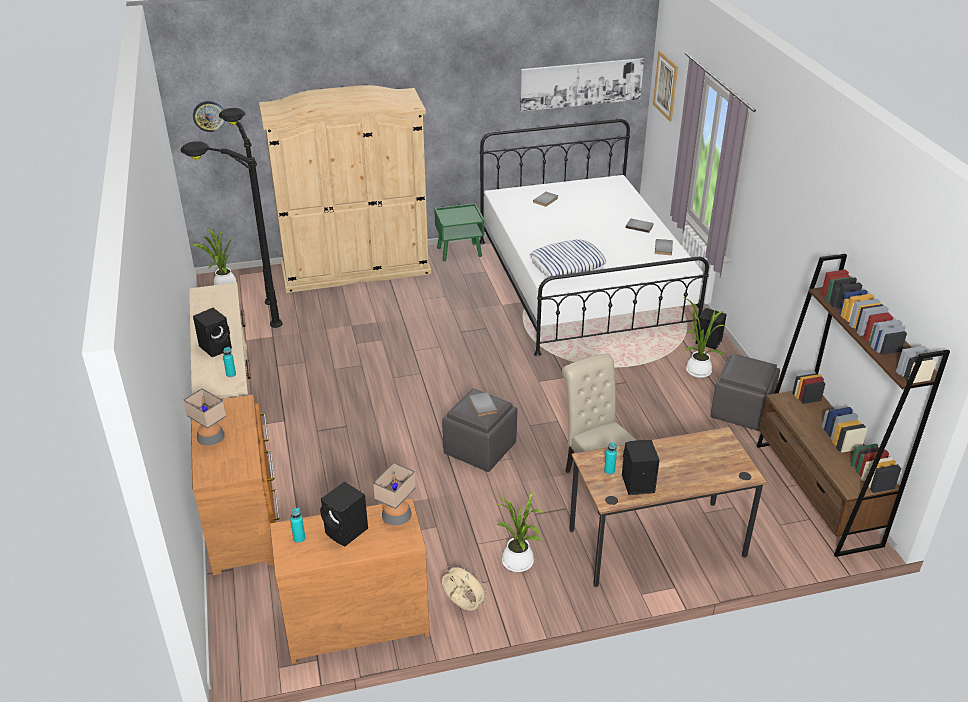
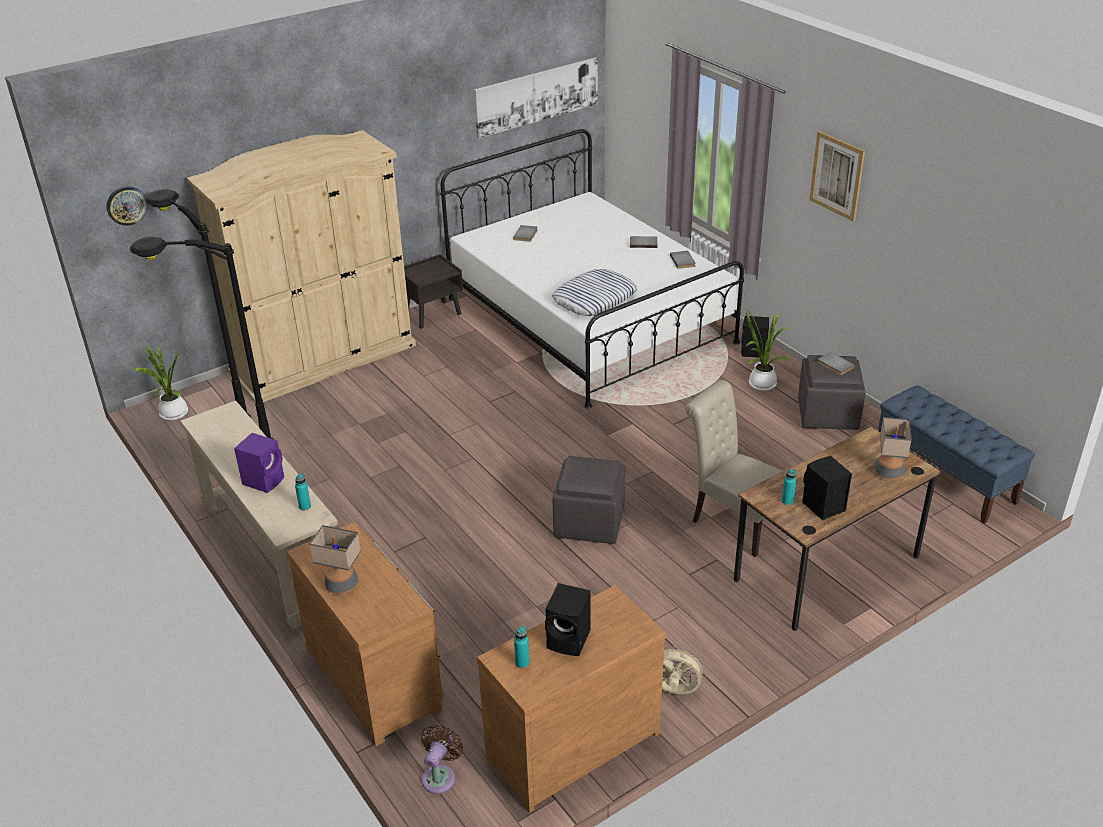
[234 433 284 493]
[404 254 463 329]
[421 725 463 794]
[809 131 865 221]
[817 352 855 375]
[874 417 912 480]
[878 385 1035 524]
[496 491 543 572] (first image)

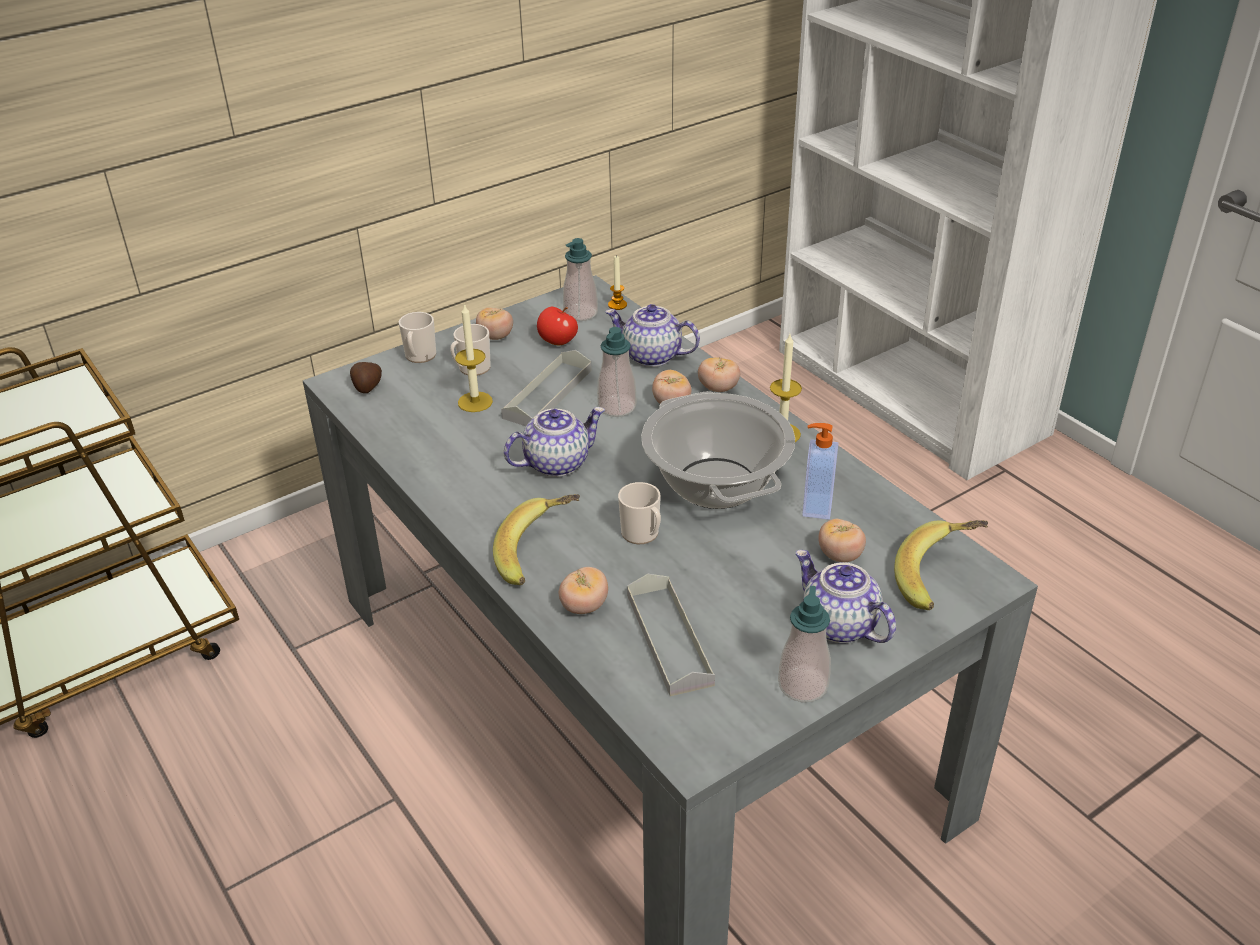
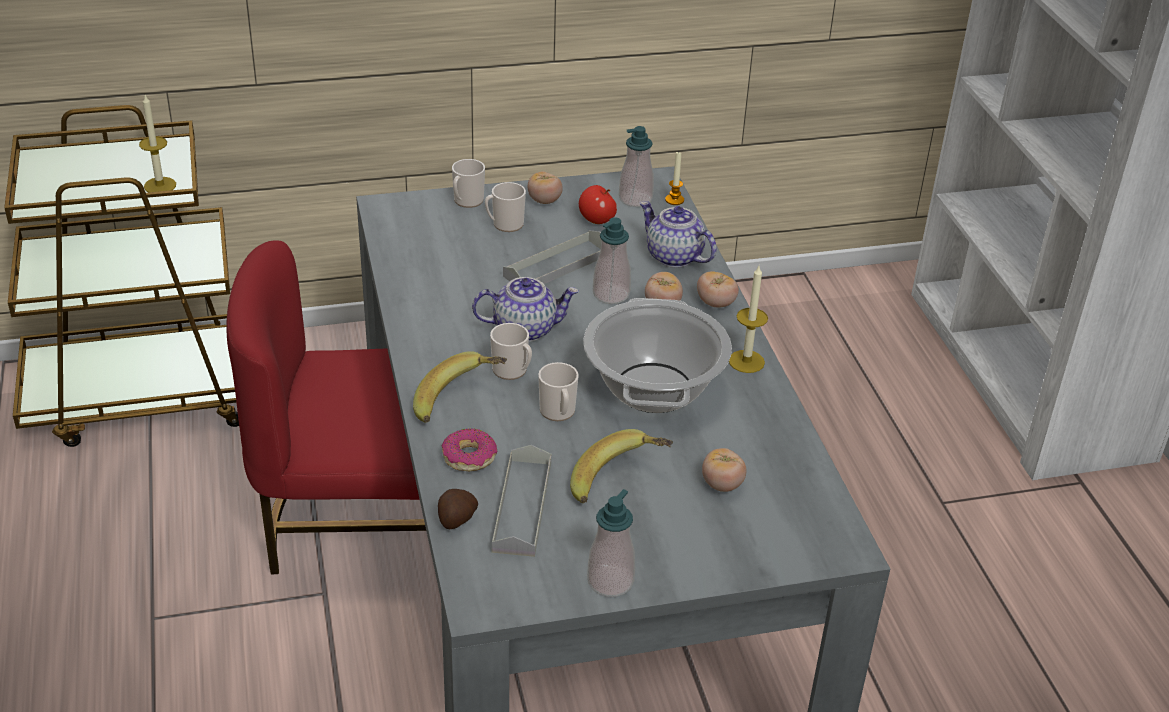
[139 95 176 192]
[226 240 426 574]
[438 489 478 529]
[442 429 497 471]
[490 323 532 380]
[570 429 673 503]
[796 550 896 643] (first image)
[802 423 838 519] (first image)

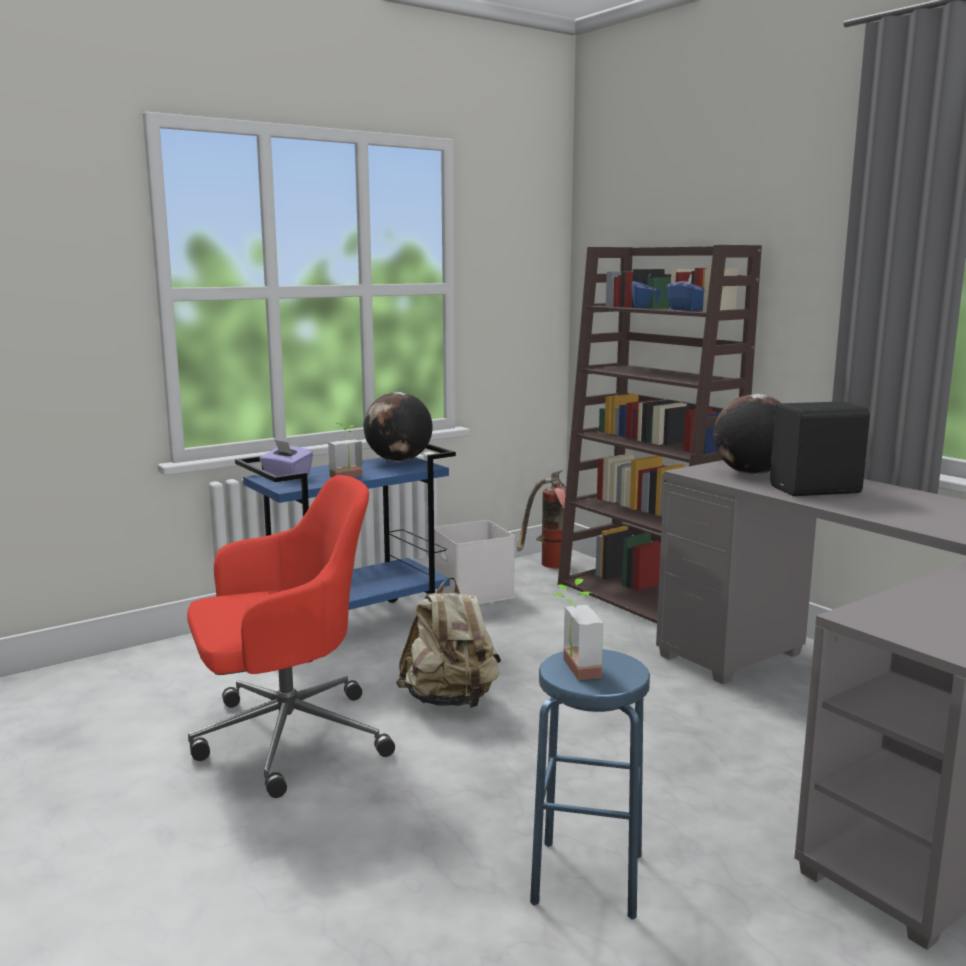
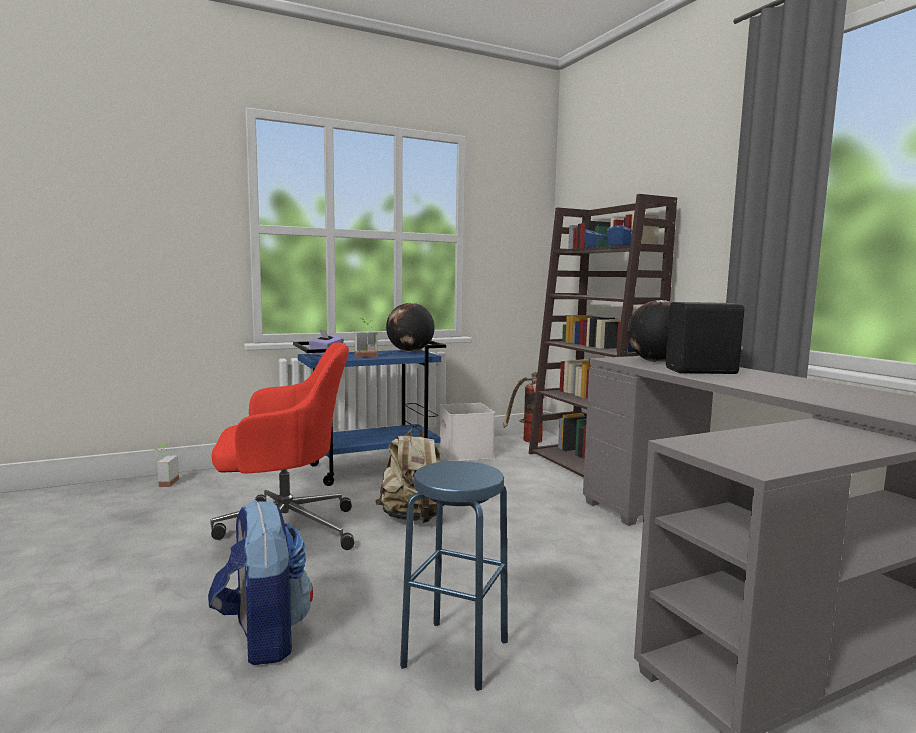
[152 443 179 487]
[208 500 313 665]

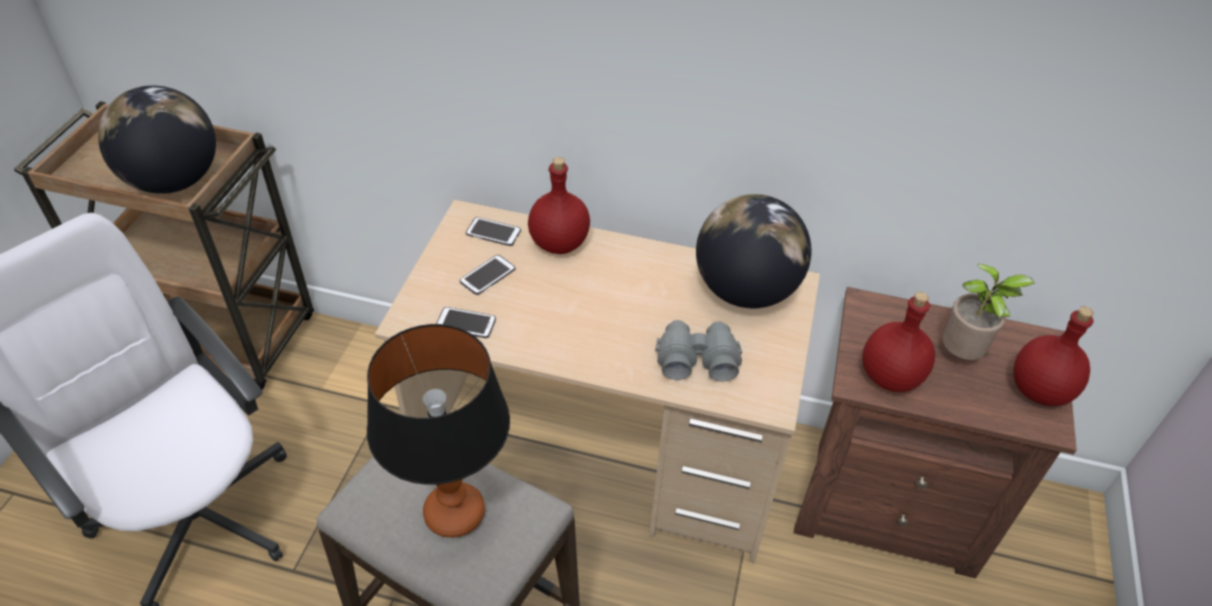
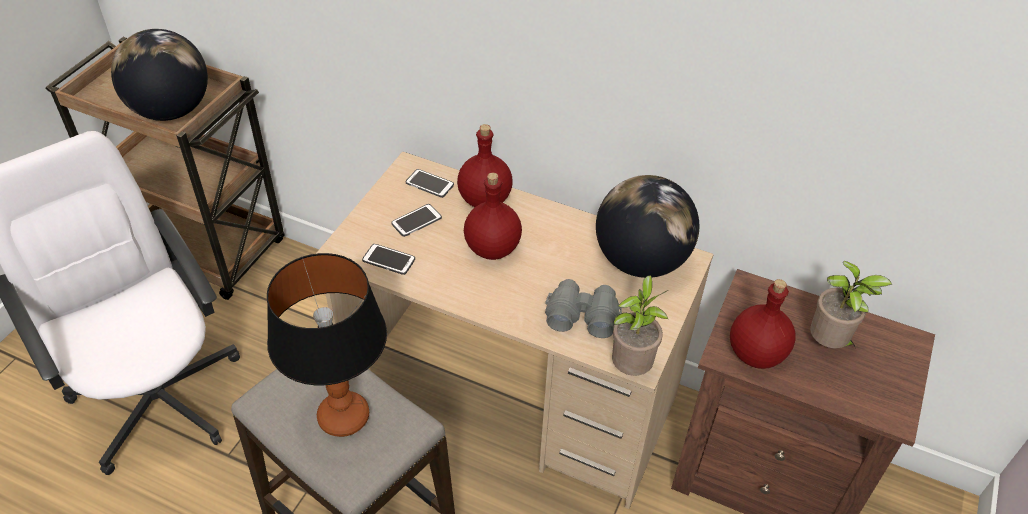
[464 172 522 260]
[612 275 669 376]

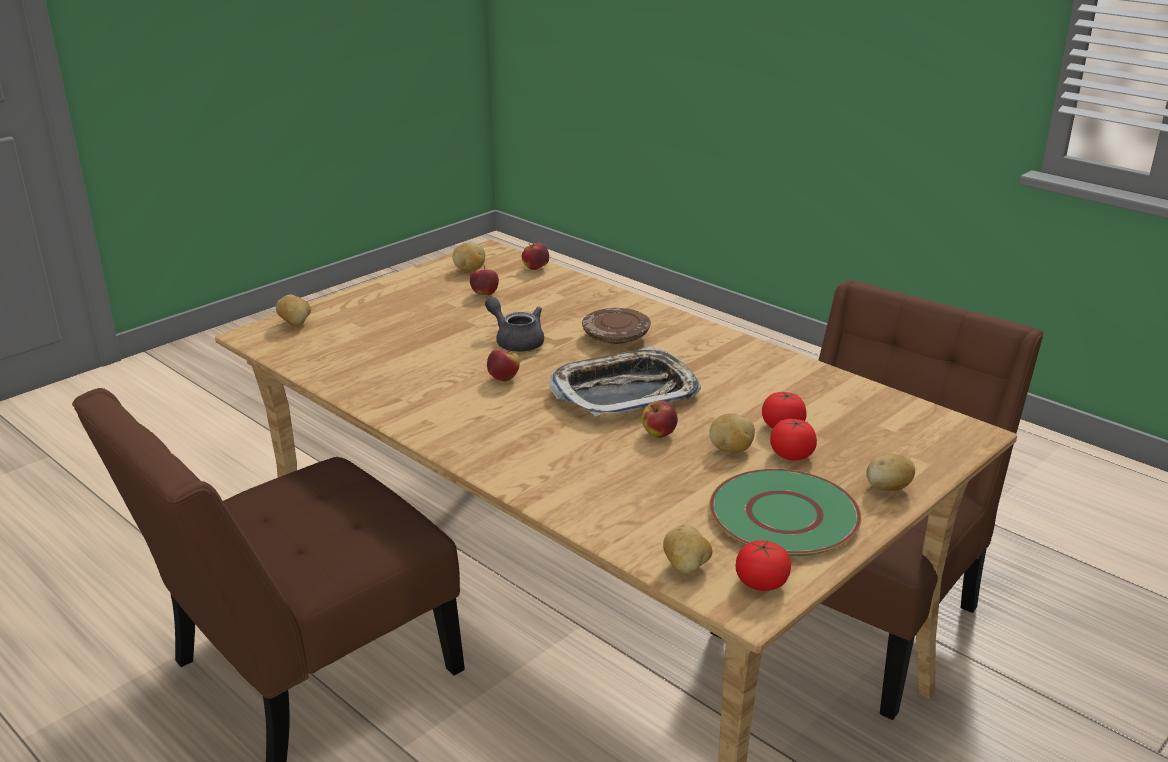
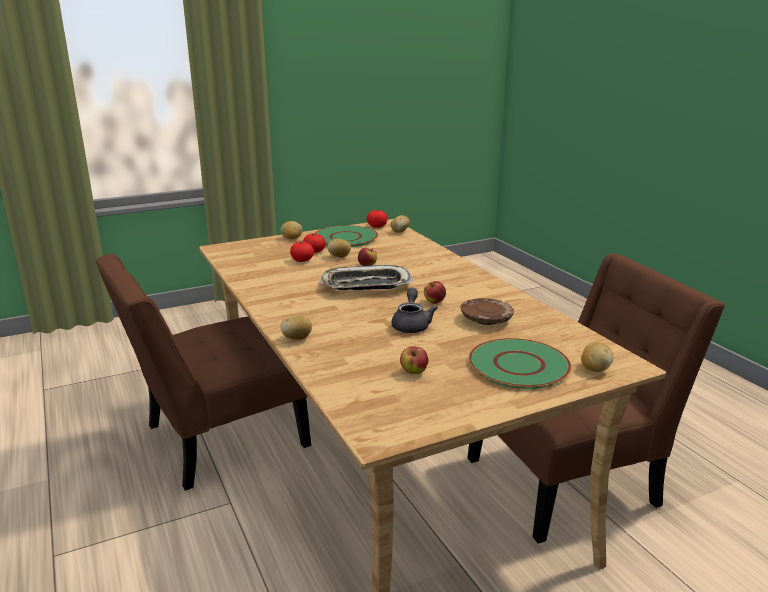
[281 315 312 340]
[392 288 438 333]
[461 298 514 325]
[469 338 571 389]
[522 243 549 270] (first image)

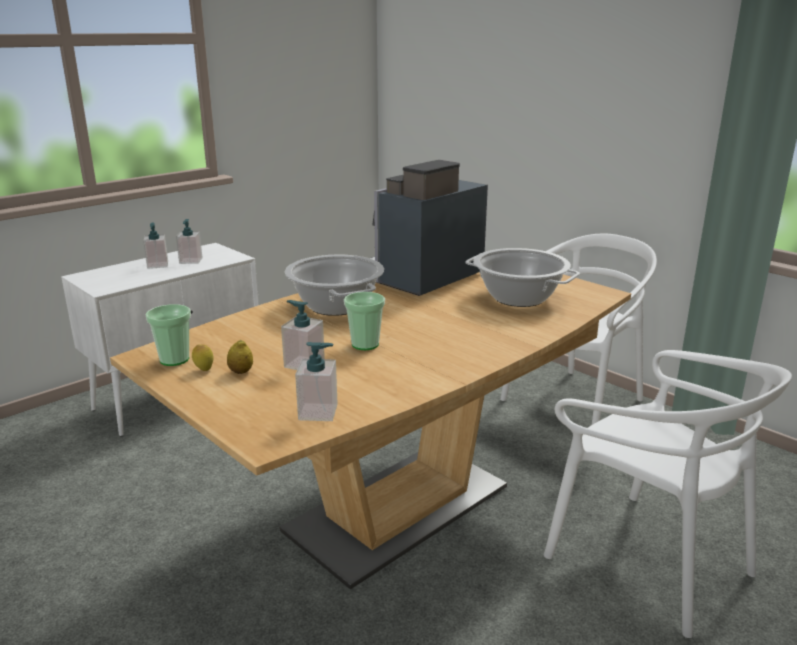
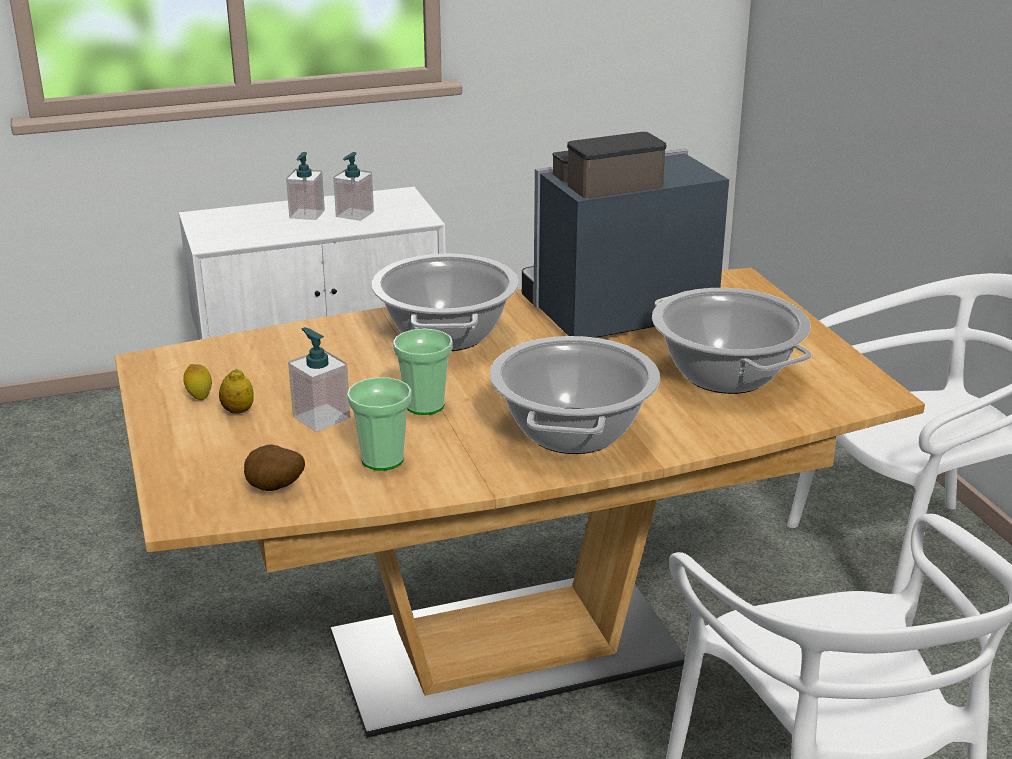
[244 444 305 491]
[347 377 411 471]
[489 336 660 454]

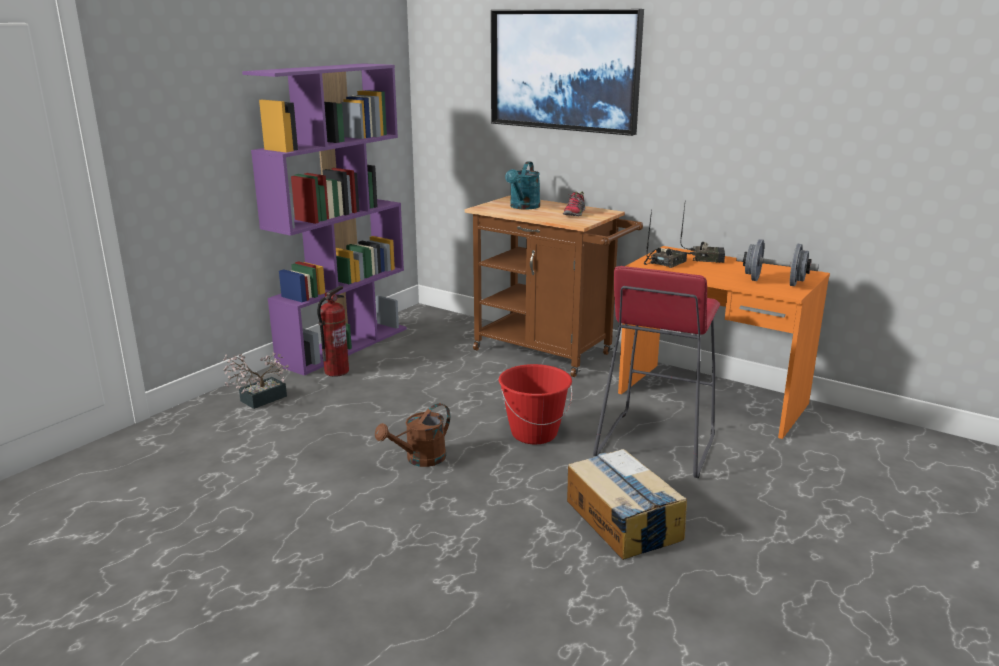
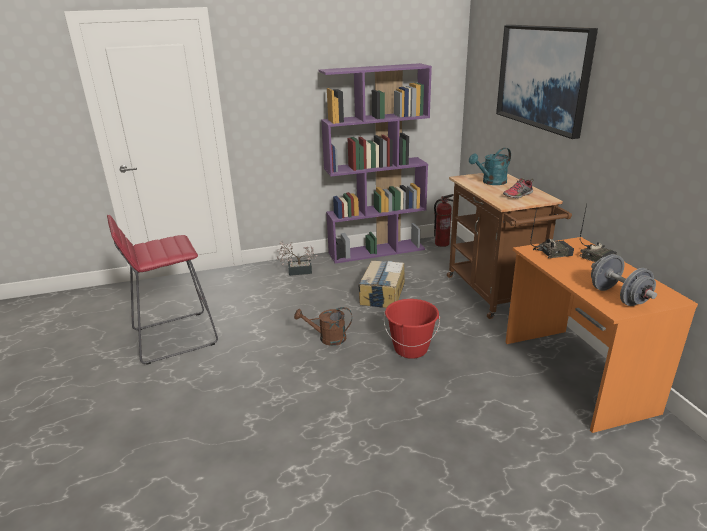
[107 215 218 365]
[358 261 405 308]
[434 194 454 247]

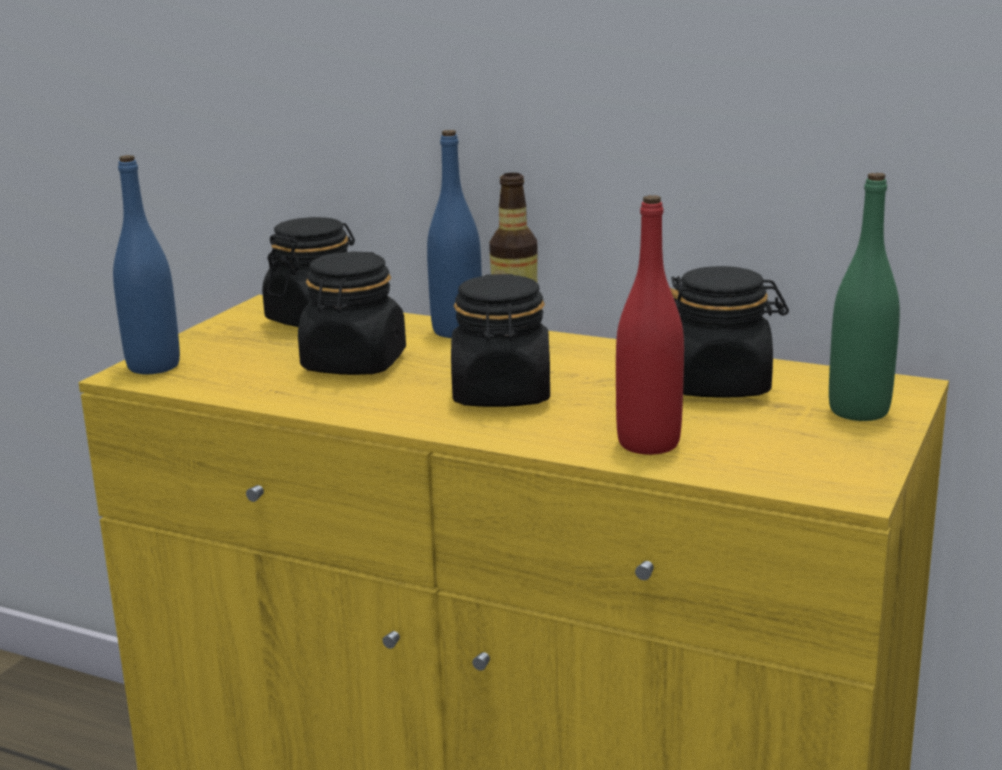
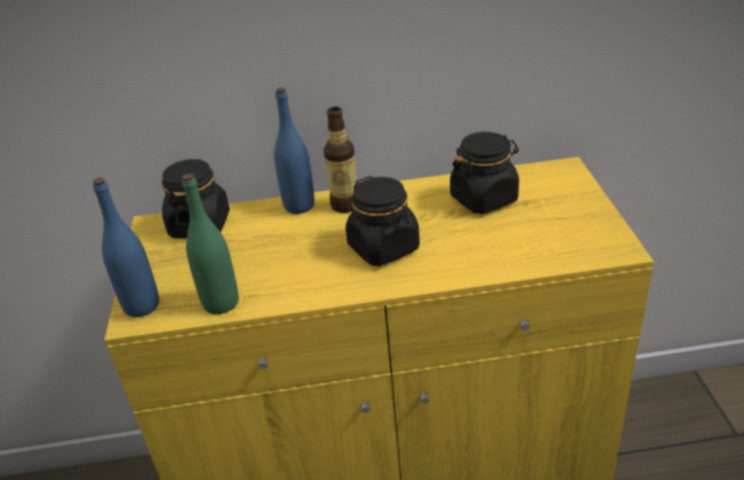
[182 173 239 314]
[298 251 406 375] (first image)
[616 195 684 455] (first image)

